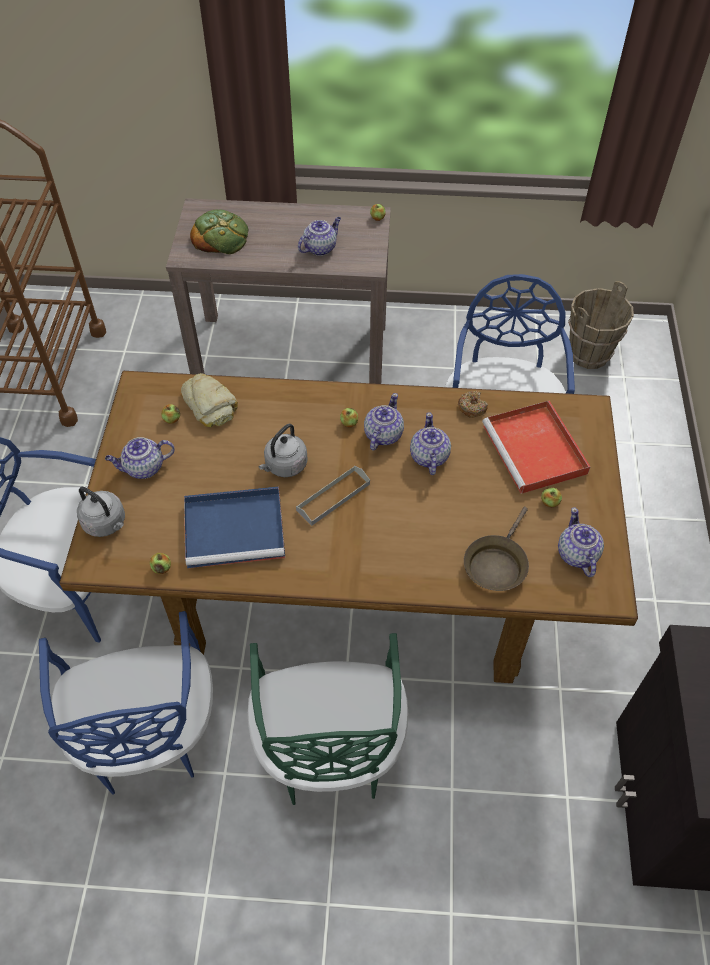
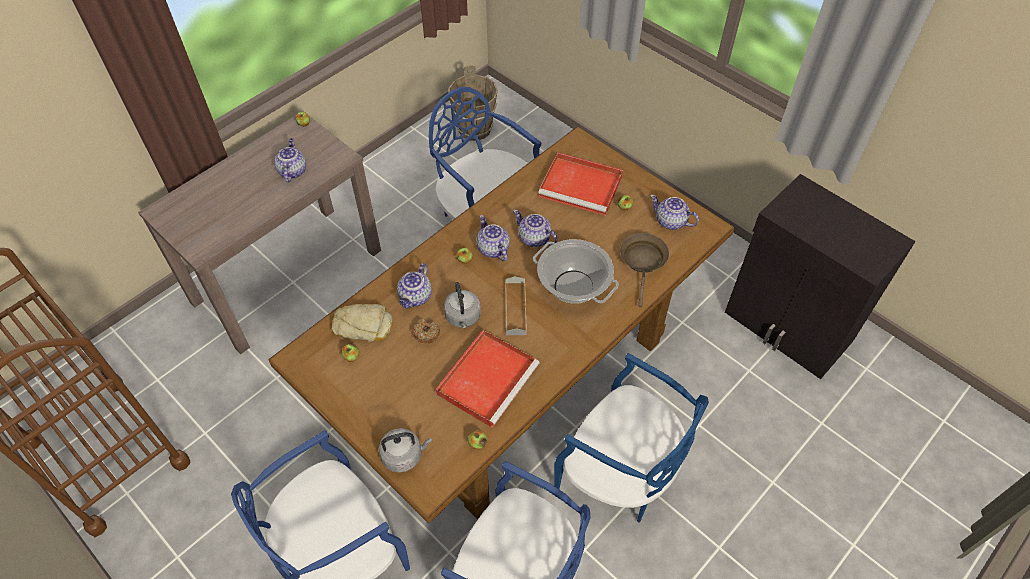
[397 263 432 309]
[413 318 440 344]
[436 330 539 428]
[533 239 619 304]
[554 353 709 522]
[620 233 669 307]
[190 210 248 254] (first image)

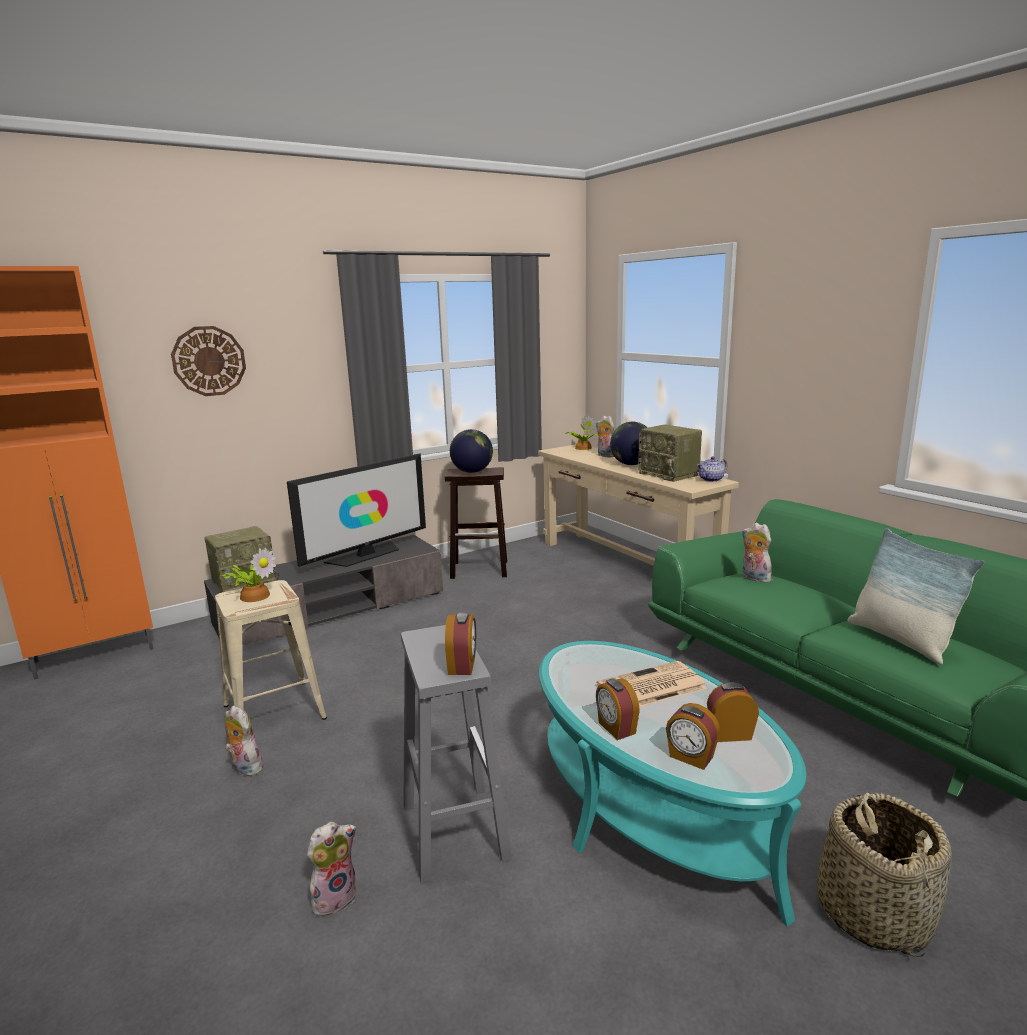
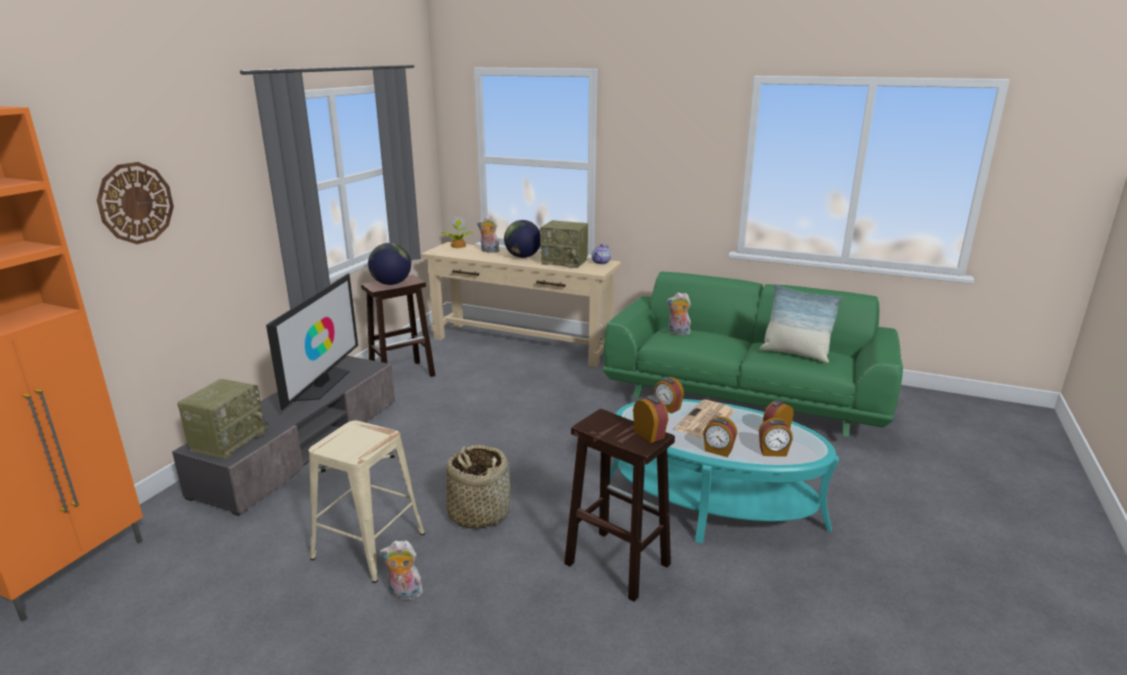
[446 445 510 529]
[564 409 675 602]
[654 377 684 413]
[220 548 277 602] (first image)
[307 822 357 917] (first image)

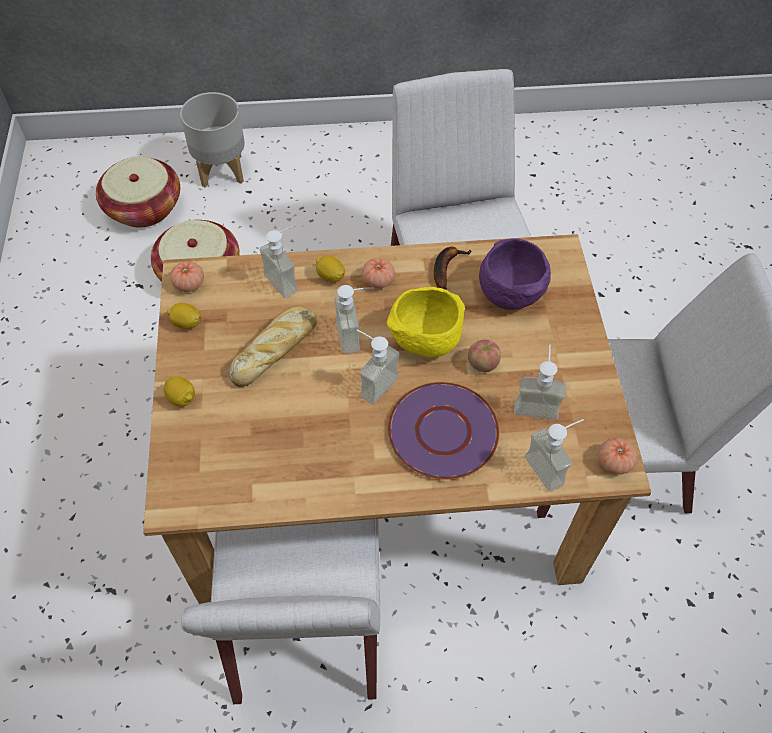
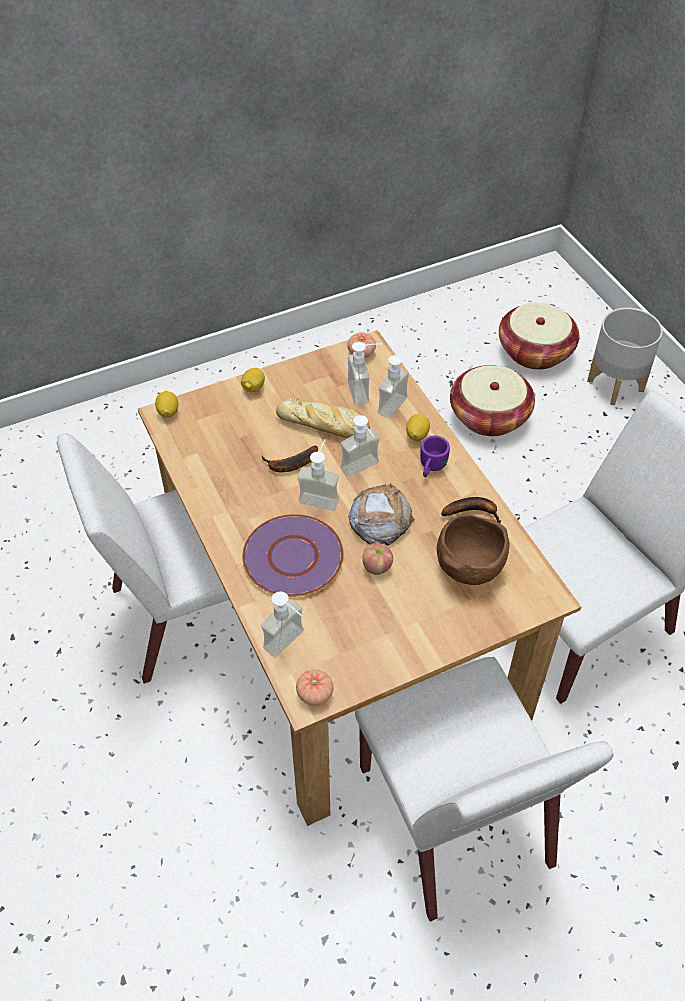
[155 390 178 417]
[262 445 318 472]
[348 342 382 405]
[348 483 415 546]
[420 436 450 477]
[437 514 510 585]

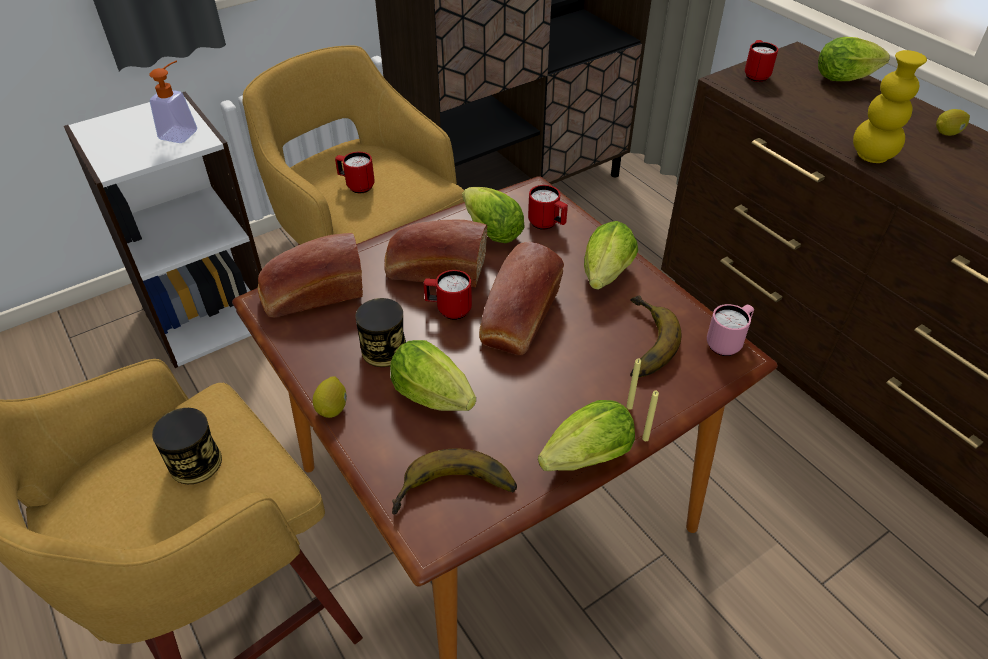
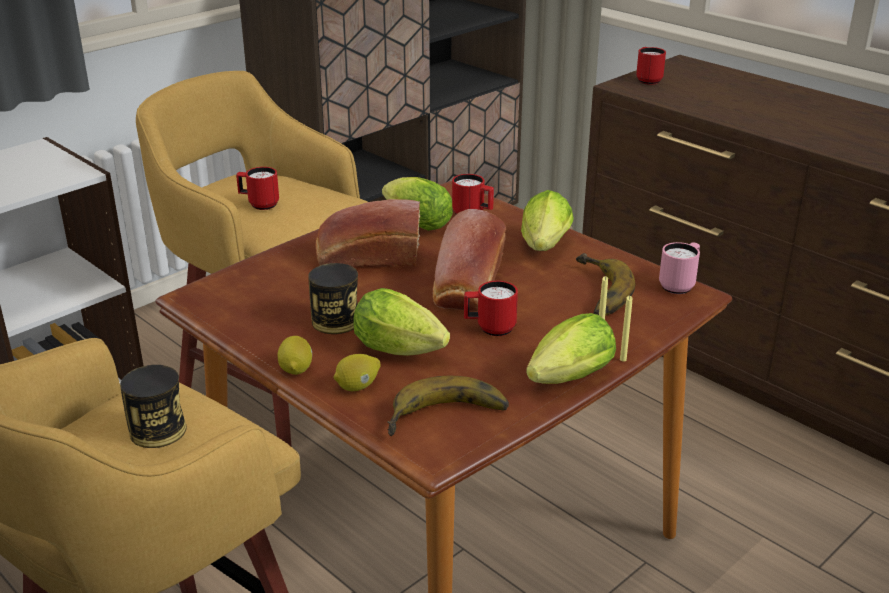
[334 354 381 391]
[464 281 518 336]
[149 61 197 143] (first image)
[257 233 363 318] (first image)
[818 37 890 81] (first image)
[853 50 927 163] (first image)

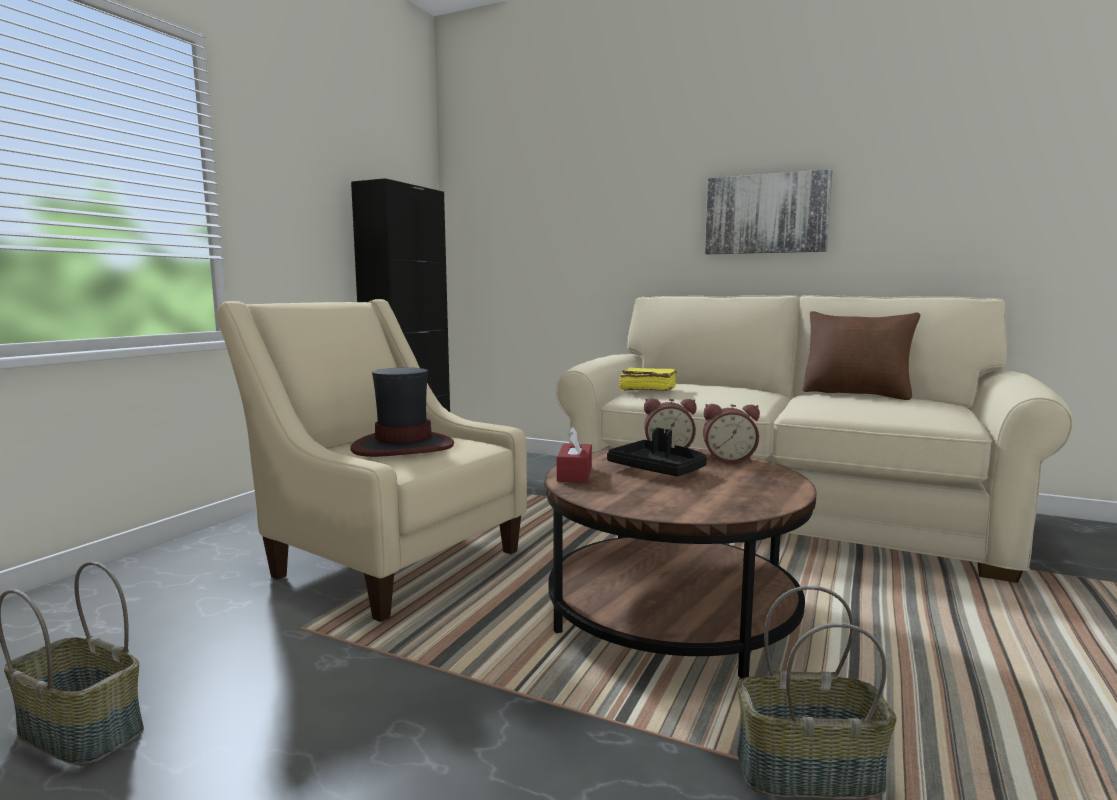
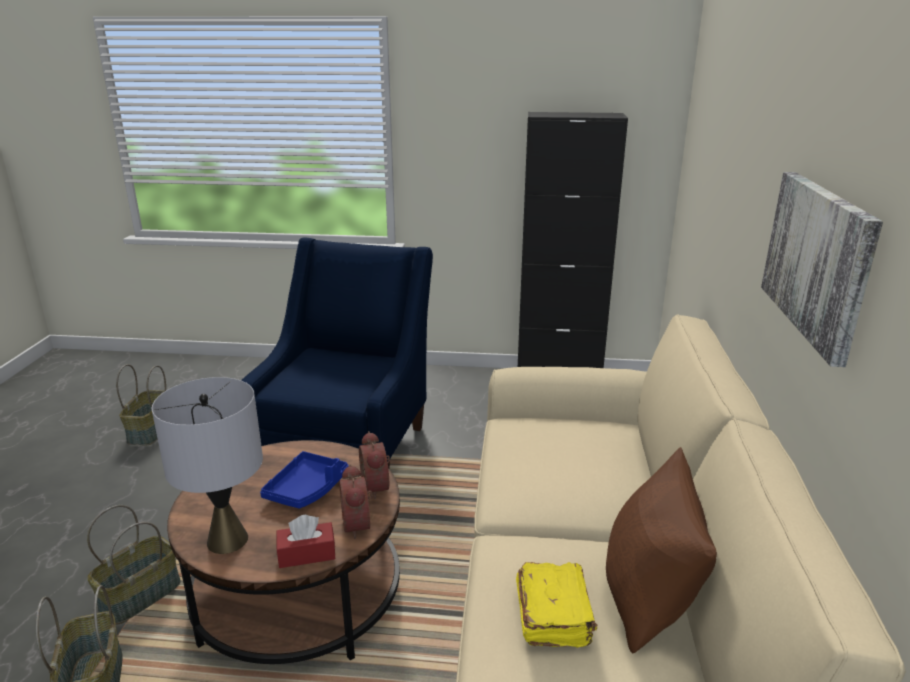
[87 505 181 625]
[152 377 263 554]
[241 237 433 468]
[260 451 349 509]
[276 515 335 568]
[516 562 597 648]
[350 368 454 457] (first image)

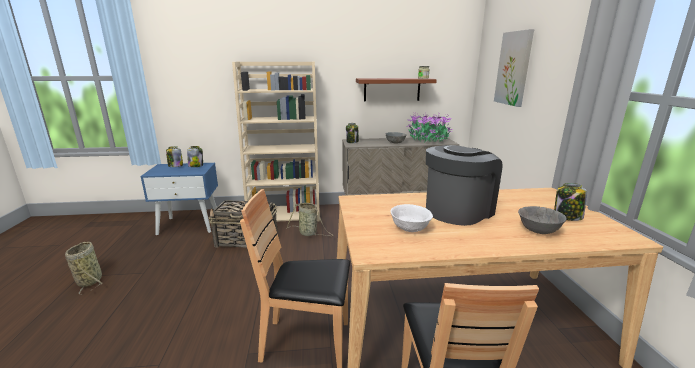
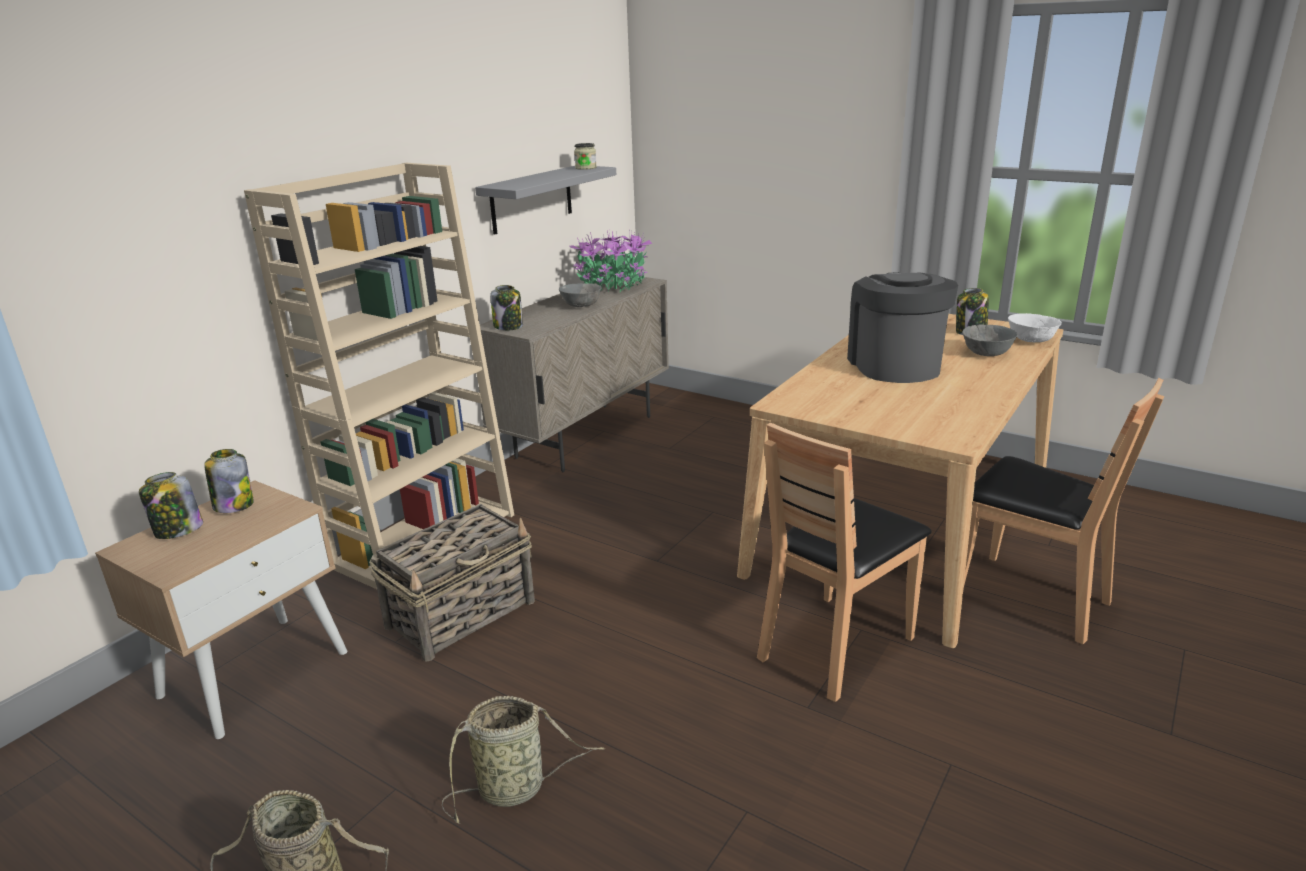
[95 480 347 739]
[442 696 605 824]
[475 166 616 235]
[1008 313 1062 342]
[494 29 534 107] (first image)

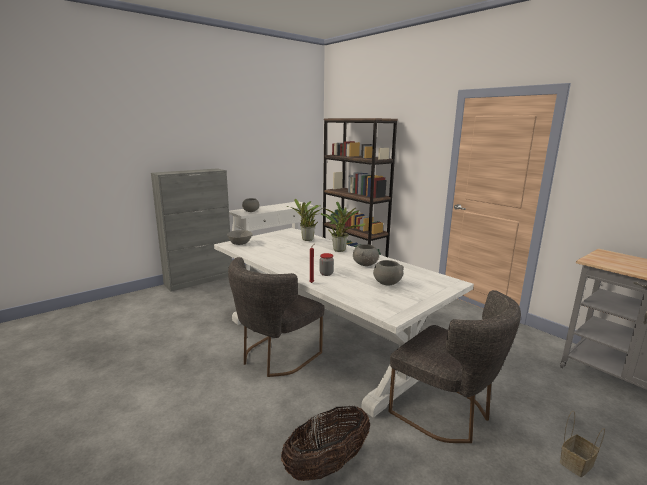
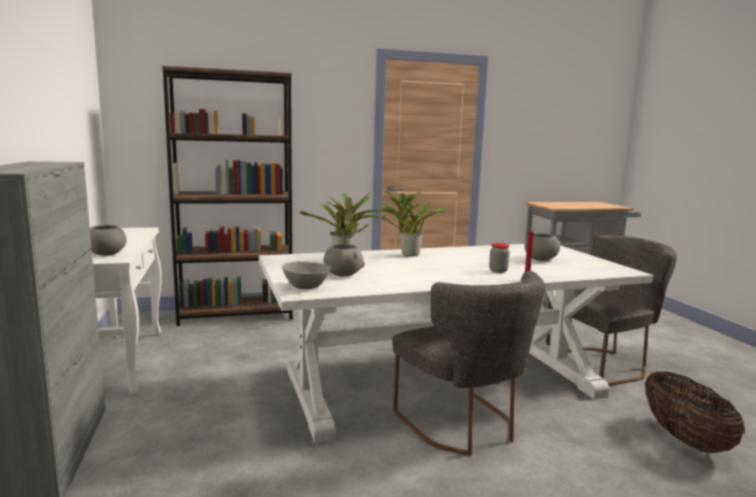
[324 244 365 276]
[560 411 605 477] (first image)

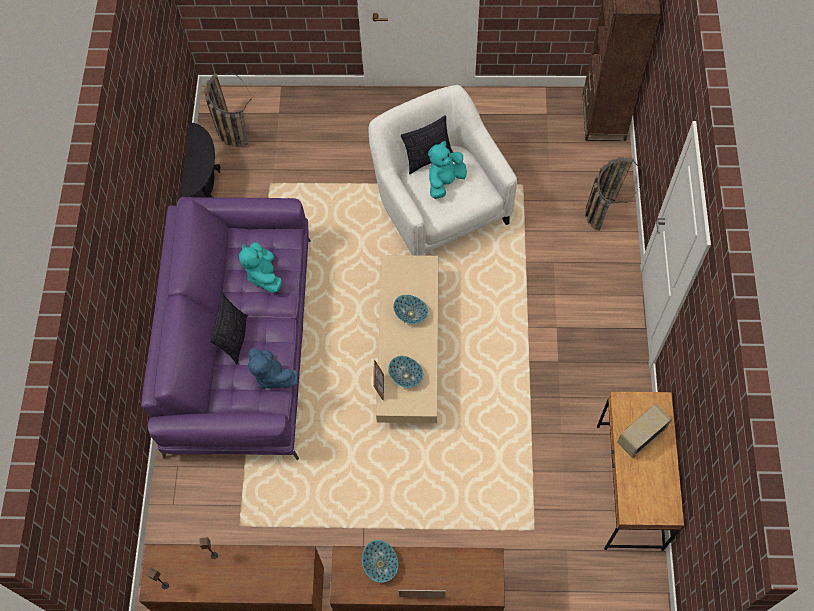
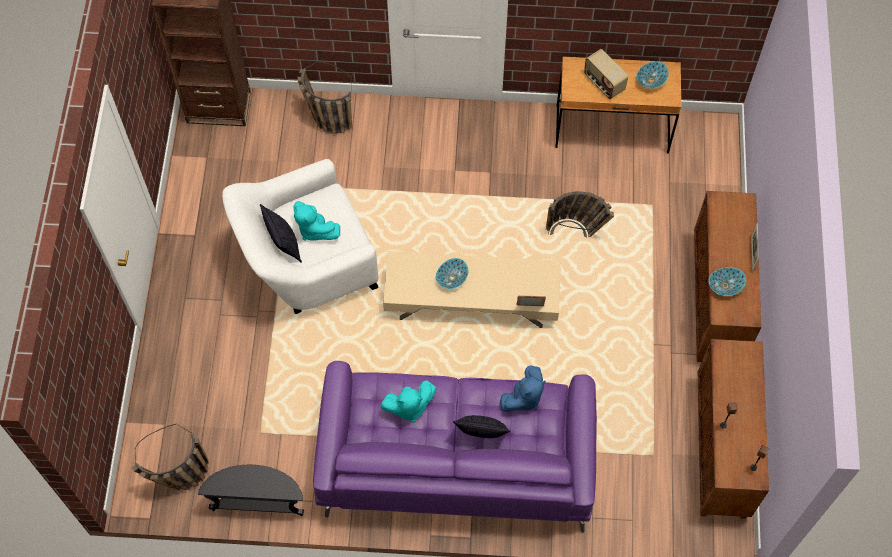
[546 191 614 238]
[636 61 669 89]

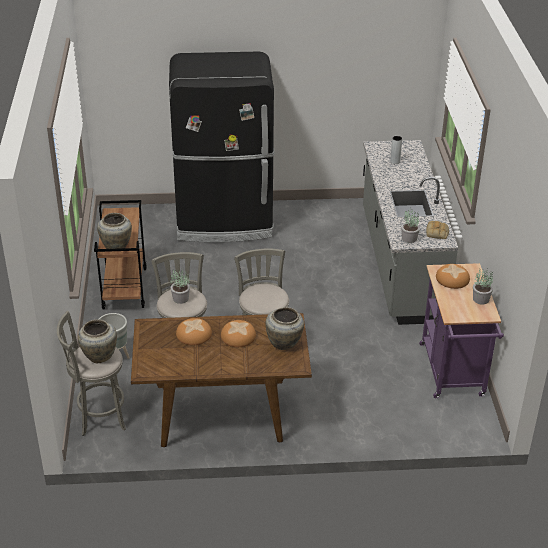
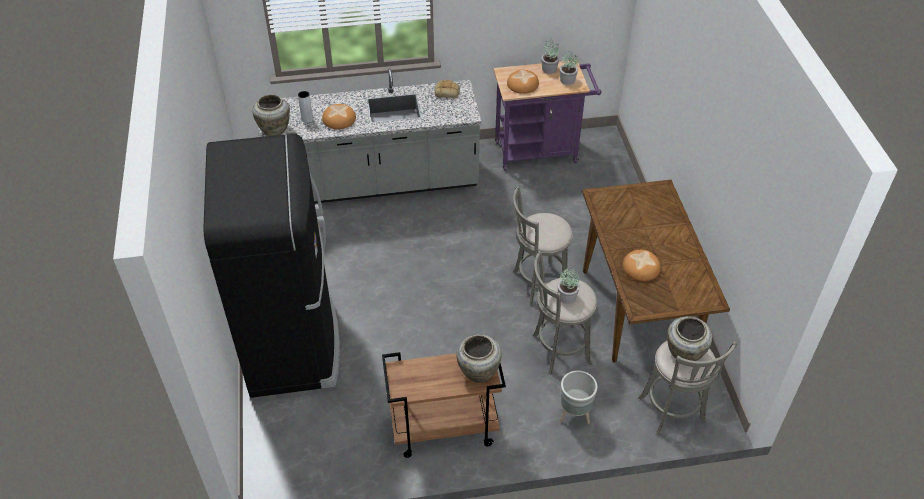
[252 94 290 136]
[322 104 356 129]
[560 51 578 85]

